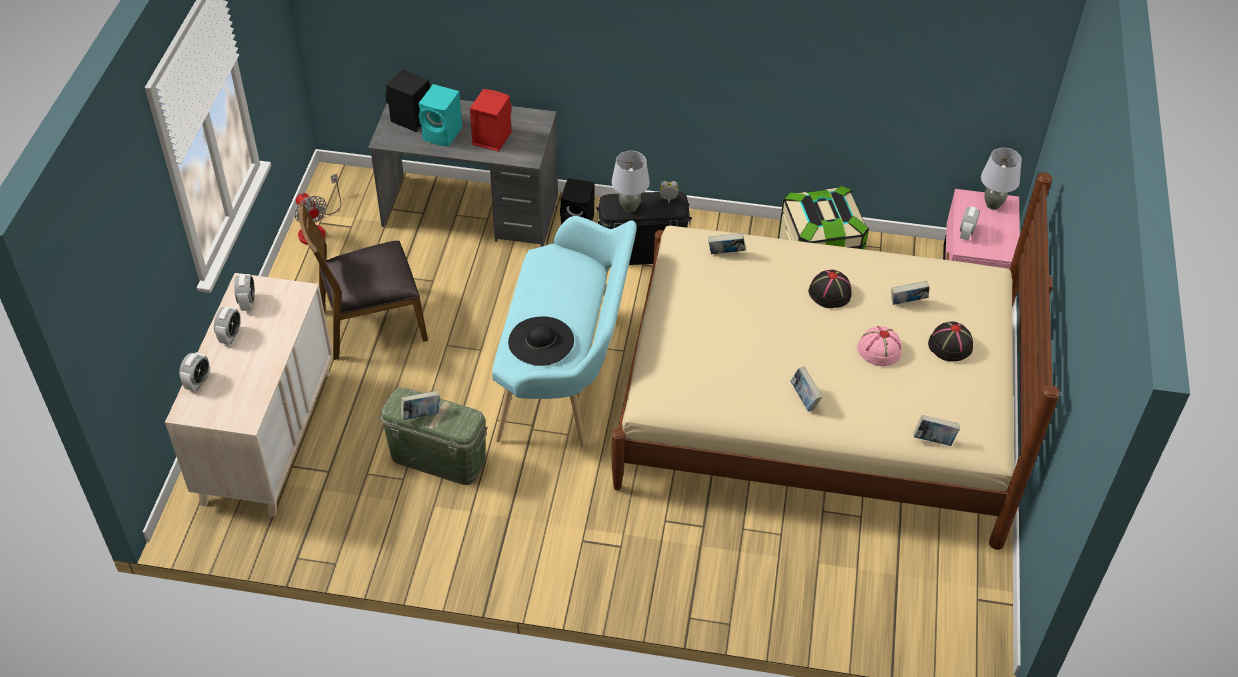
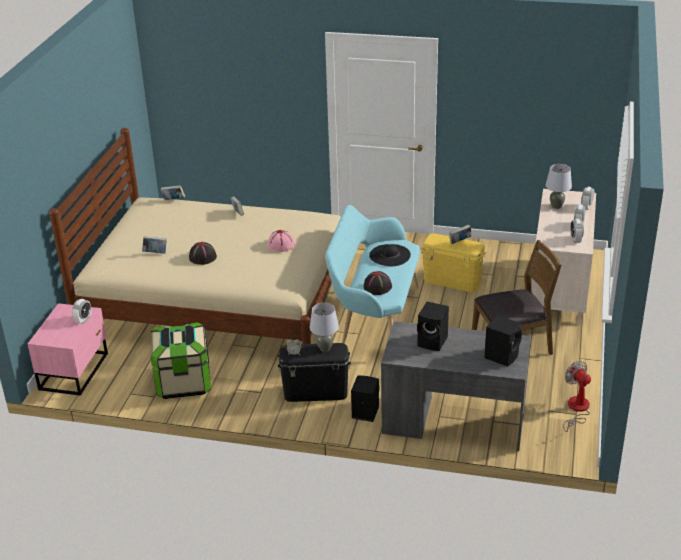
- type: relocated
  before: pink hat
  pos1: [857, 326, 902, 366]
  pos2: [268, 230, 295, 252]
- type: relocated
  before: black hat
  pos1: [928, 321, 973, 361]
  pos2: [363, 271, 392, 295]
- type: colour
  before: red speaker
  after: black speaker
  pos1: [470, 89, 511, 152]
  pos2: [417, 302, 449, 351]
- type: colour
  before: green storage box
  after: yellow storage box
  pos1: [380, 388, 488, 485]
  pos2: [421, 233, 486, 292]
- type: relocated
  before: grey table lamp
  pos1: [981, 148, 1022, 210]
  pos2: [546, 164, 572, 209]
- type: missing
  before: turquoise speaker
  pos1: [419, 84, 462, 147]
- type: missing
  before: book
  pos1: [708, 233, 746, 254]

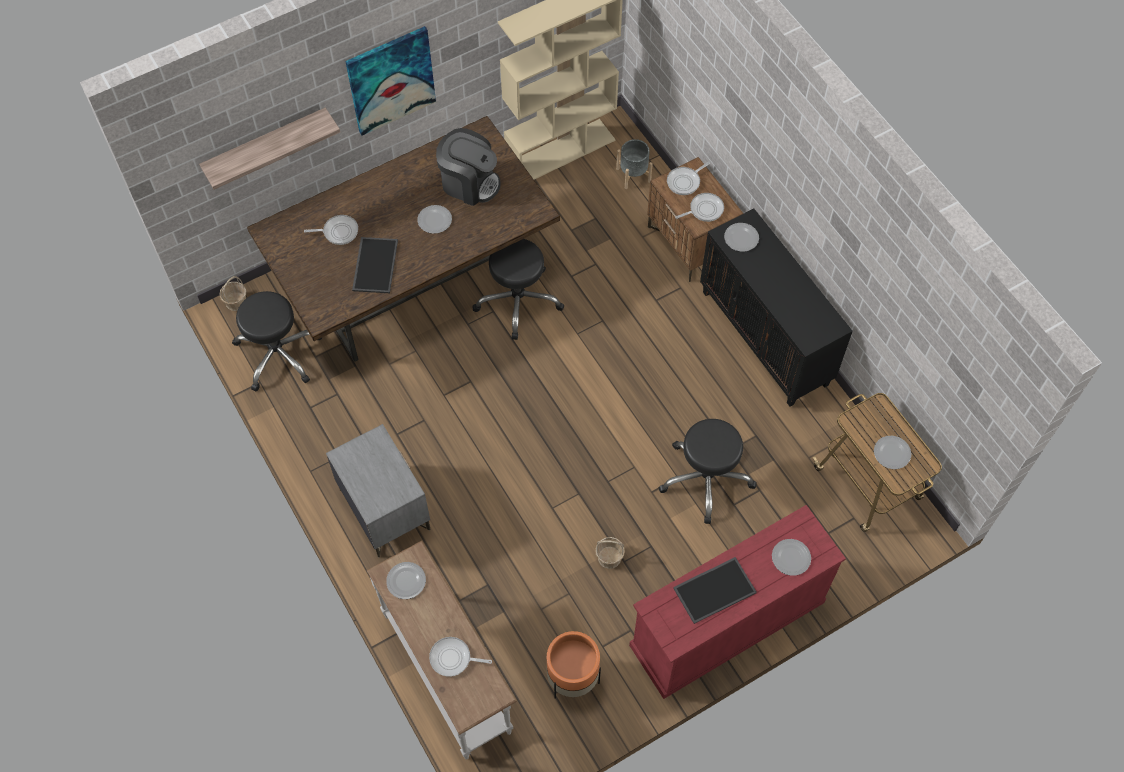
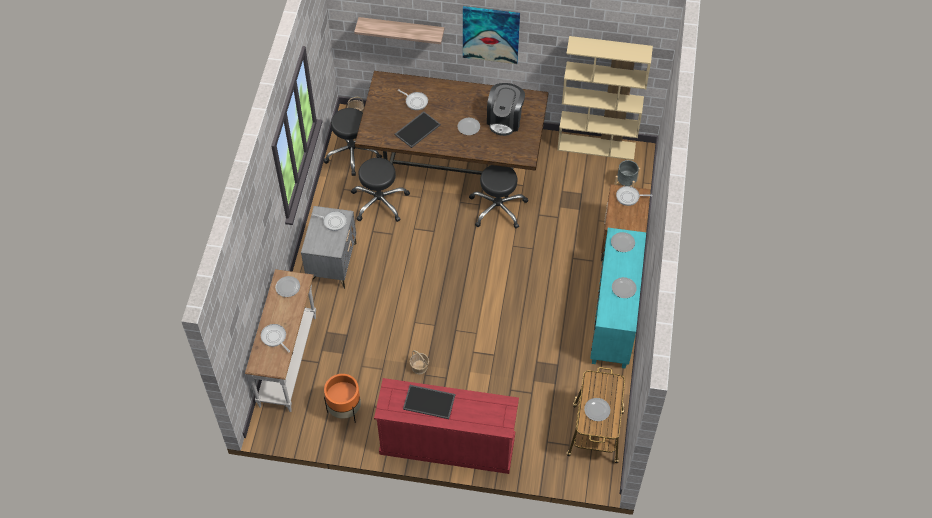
- type: relocated
  before: frying pan
  pos1: [675, 193, 724, 222]
  pos2: [312, 211, 347, 231]
- type: relocated
  before: black stool
  pos1: [659, 419, 757, 524]
  pos2: [351, 158, 410, 222]
- type: spun
  before: coffee machine
  pos1: [436, 128, 501, 206]
  pos2: [487, 83, 525, 136]
  turn: 45
- type: colour
  before: black cabinet
  after: turquoise cabinet
  pos1: [700, 208, 853, 407]
  pos2: [590, 228, 646, 368]
- type: relocated
  before: plate
  pos1: [772, 539, 811, 576]
  pos2: [612, 277, 637, 298]

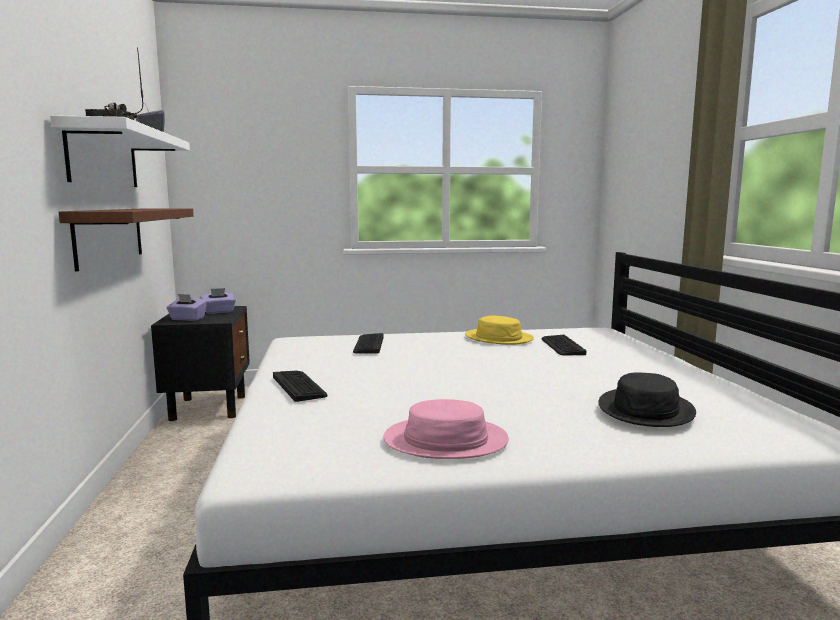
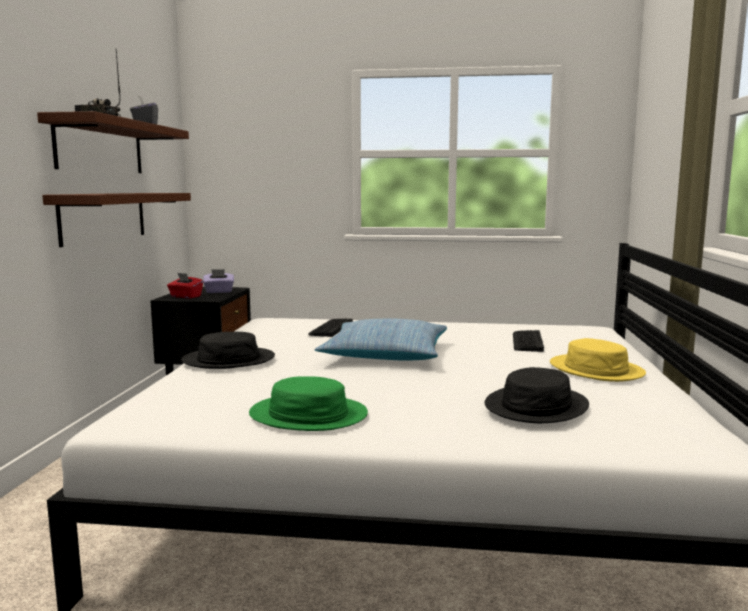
- type: colour
  before: white shelf
  after: brown shelf
  pos1: [50, 115, 190, 187]
  pos2: [37, 111, 189, 173]
- type: colour
  before: purple tissue box
  after: red tissue box
  pos1: [167, 294, 207, 321]
  pos2: [167, 273, 203, 298]
- type: exchanged
  before: keyboard
  after: black hat
  pos1: [273, 371, 327, 402]
  pos2: [181, 332, 275, 369]
- type: colour
  before: pink hat
  after: green hat
  pos1: [384, 399, 509, 459]
  pos2: [249, 376, 368, 431]
- type: appeared
  after: pillow
  pos2: [314, 319, 447, 361]
- type: relocated
  before: yellow hat
  pos1: [465, 316, 534, 345]
  pos2: [550, 338, 646, 382]

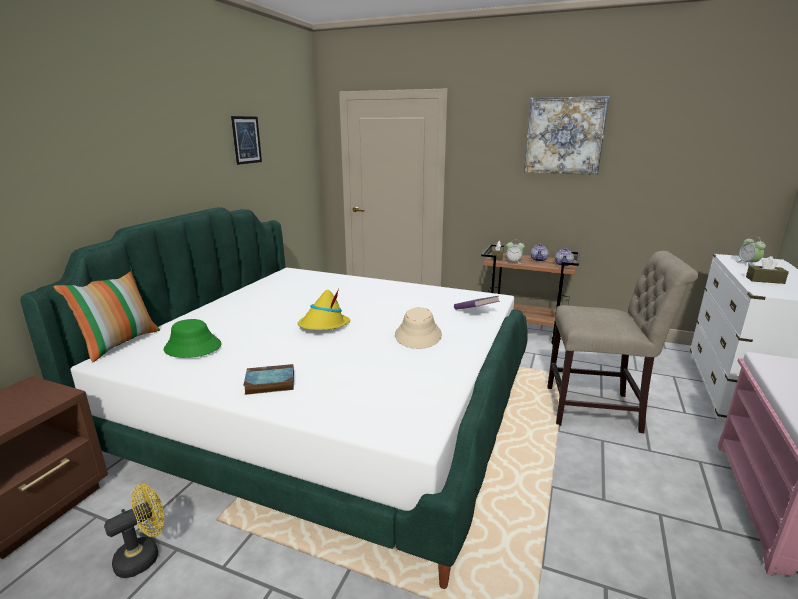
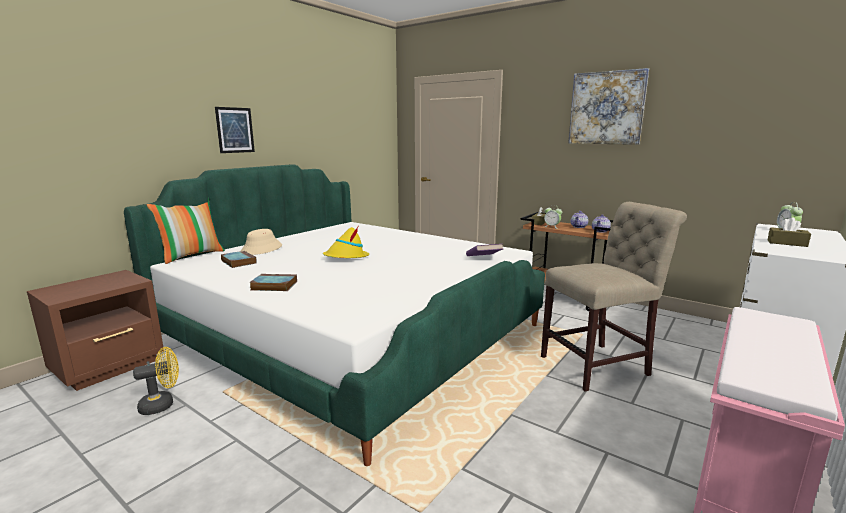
- type: relocated
  before: picture
  pos1: [231, 116, 262, 165]
  pos2: [215, 107, 255, 153]
- type: exchanged
  before: green hat
  after: book
  pos1: [164, 319, 221, 358]
  pos2: [221, 251, 257, 268]
- type: relocated
  before: beige hat
  pos1: [395, 307, 442, 349]
  pos2: [241, 229, 282, 255]
- type: spun
  before: beige chair
  pos1: [547, 251, 698, 433]
  pos2: [541, 202, 687, 392]
  turn: -45

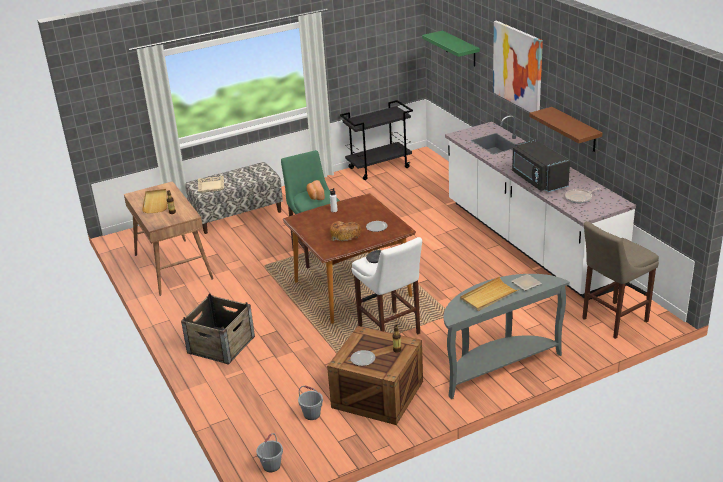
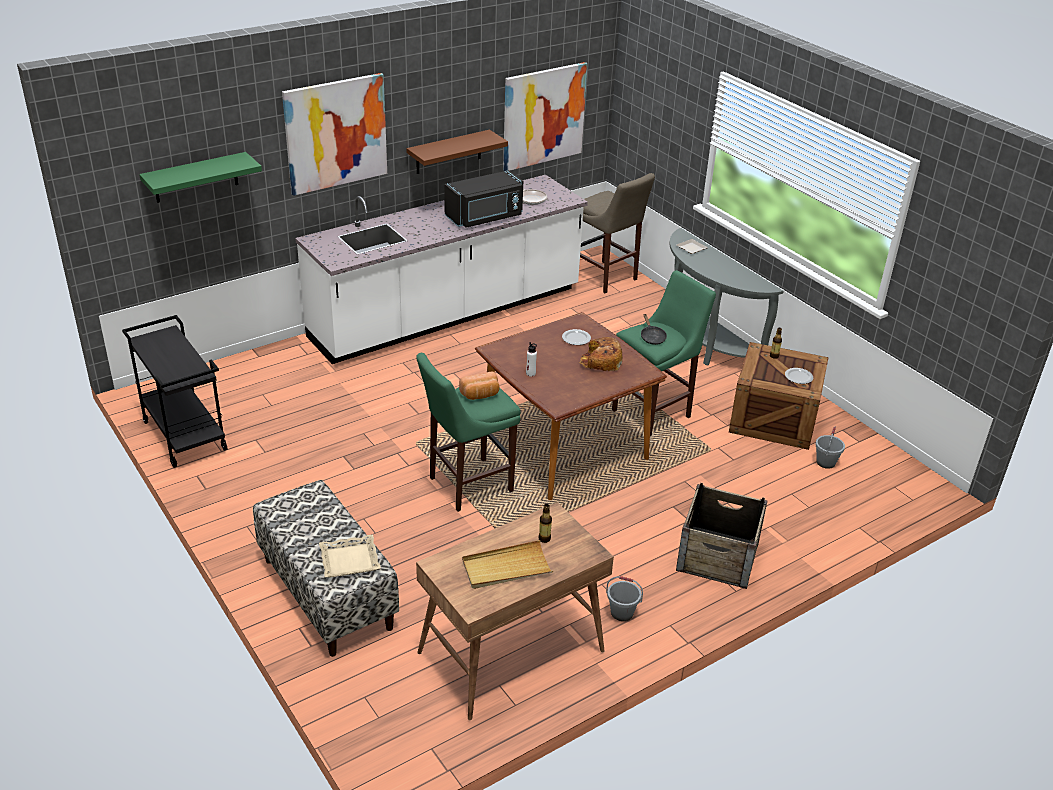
- type: appeared
  after: picture
  pos2: [503, 62, 588, 171]
- type: relocated
  before: grey bucket
  pos1: [256, 433, 283, 472]
  pos2: [606, 576, 643, 621]
- type: colour
  before: white stool
  after: green stool
  pos1: [352, 237, 422, 334]
  pos2: [612, 270, 716, 436]
- type: missing
  before: beige tray
  pos1: [460, 276, 520, 311]

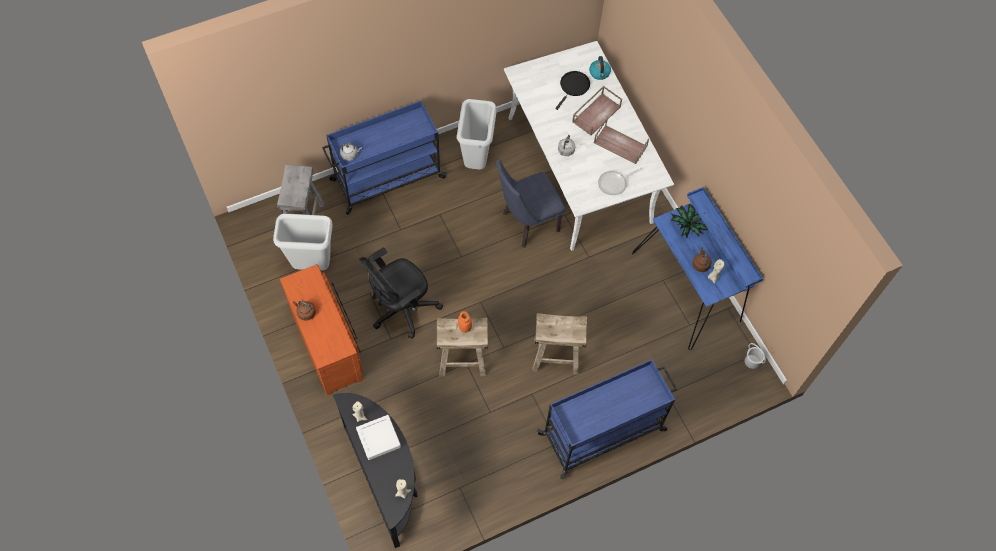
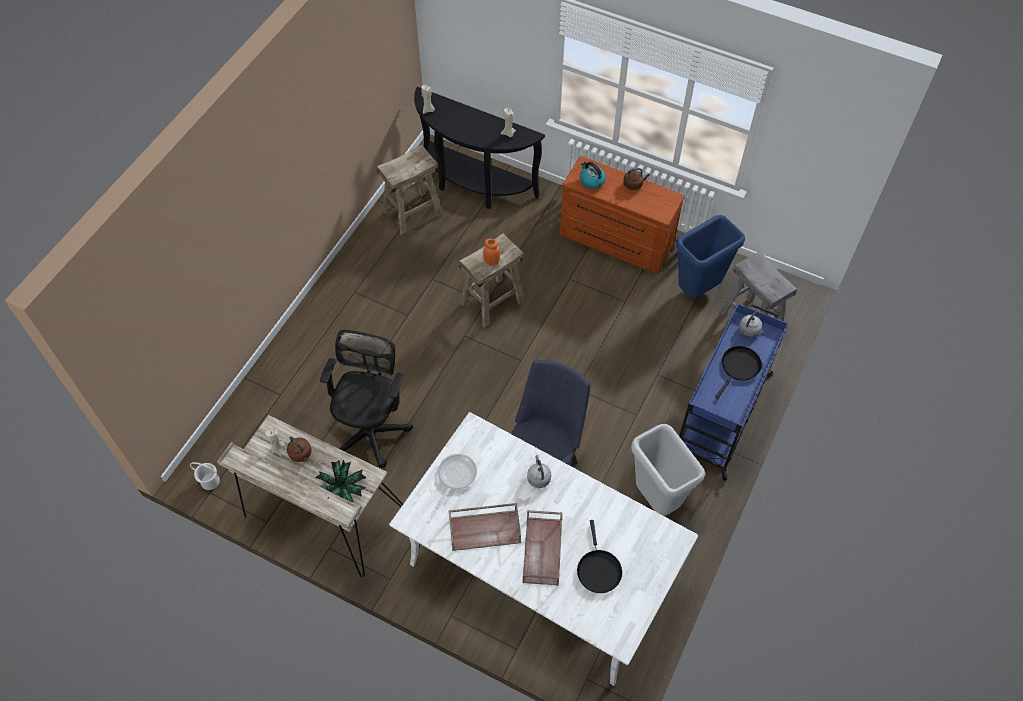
- type: colour
  before: blue desk
  after: beige desk
  pos1: [632, 187, 763, 350]
  pos2: [217, 415, 403, 577]
- type: relocated
  before: black office chair
  pos1: [359, 247, 443, 339]
  pos2: [320, 330, 413, 468]
- type: relocated
  before: beige stool
  pos1: [532, 313, 587, 375]
  pos2: [377, 144, 443, 236]
- type: relocated
  before: kettle
  pos1: [589, 56, 611, 80]
  pos2: [580, 161, 606, 189]
- type: colour
  before: grey trash can
  after: blue trash can
  pos1: [273, 214, 333, 271]
  pos2: [676, 215, 745, 298]
- type: appeared
  after: black frying pan
  pos2: [715, 346, 762, 399]
- type: missing
  before: white tray
  pos1: [356, 415, 401, 460]
- type: missing
  before: blue cart
  pos1: [537, 359, 678, 480]

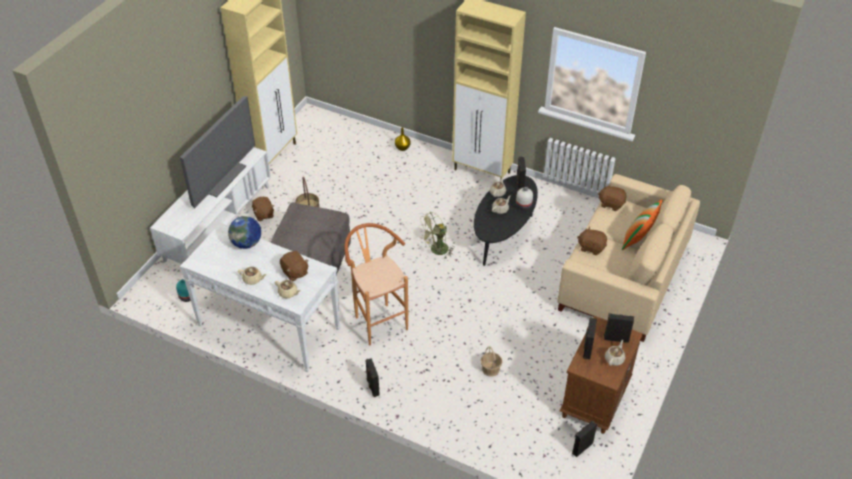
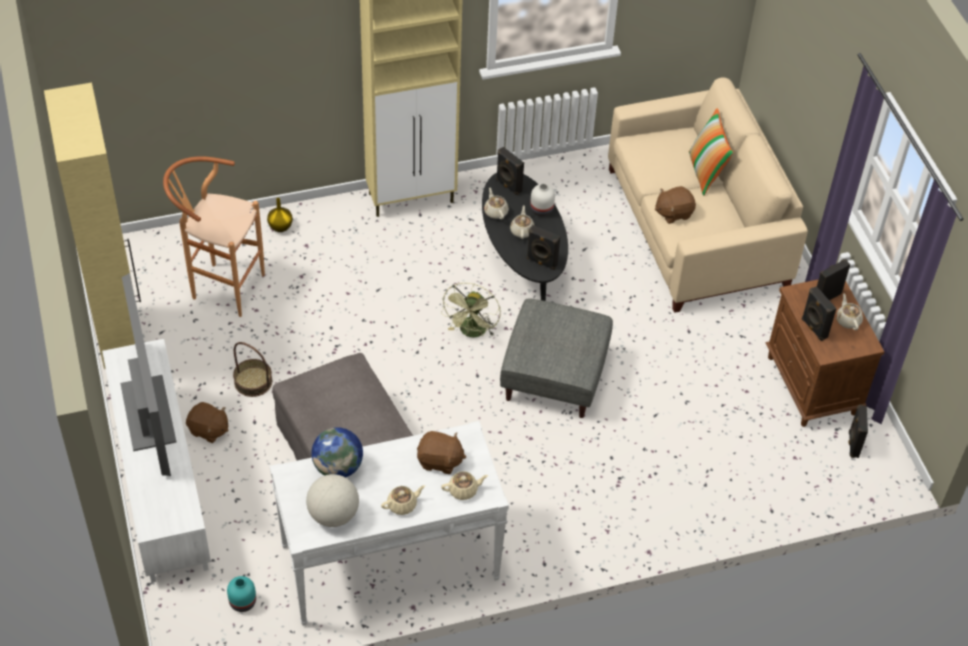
- type: relocated
  before: brown stool
  pos1: [344, 223, 408, 346]
  pos2: [163, 156, 265, 317]
- type: appeared
  after: globe
  pos2: [306, 474, 359, 527]
- type: appeared
  after: grey ottoman
  pos2: [500, 298, 613, 418]
- type: relocated
  before: black speaker
  pos1: [365, 358, 380, 397]
  pos2: [527, 225, 560, 270]
- type: missing
  before: basket
  pos1: [480, 346, 502, 377]
- type: missing
  before: brown plush toy
  pos1: [598, 184, 627, 211]

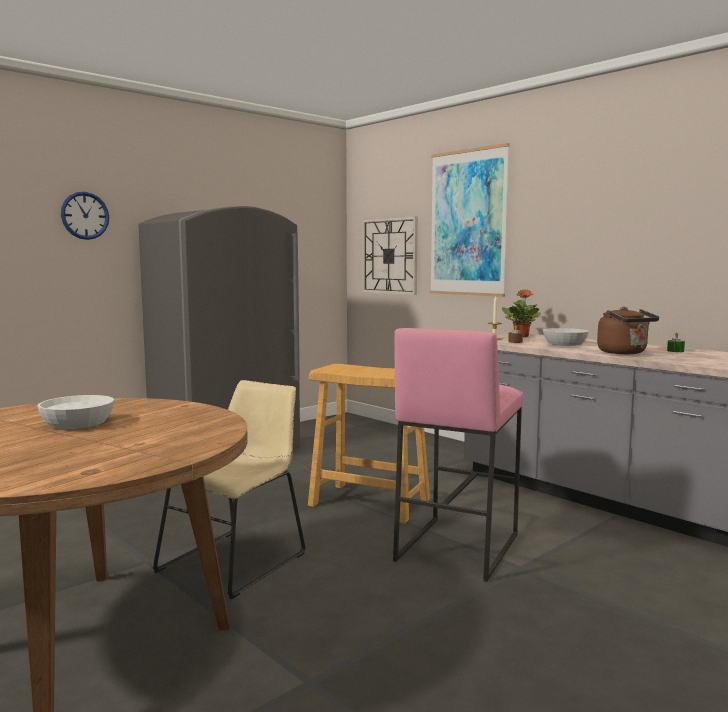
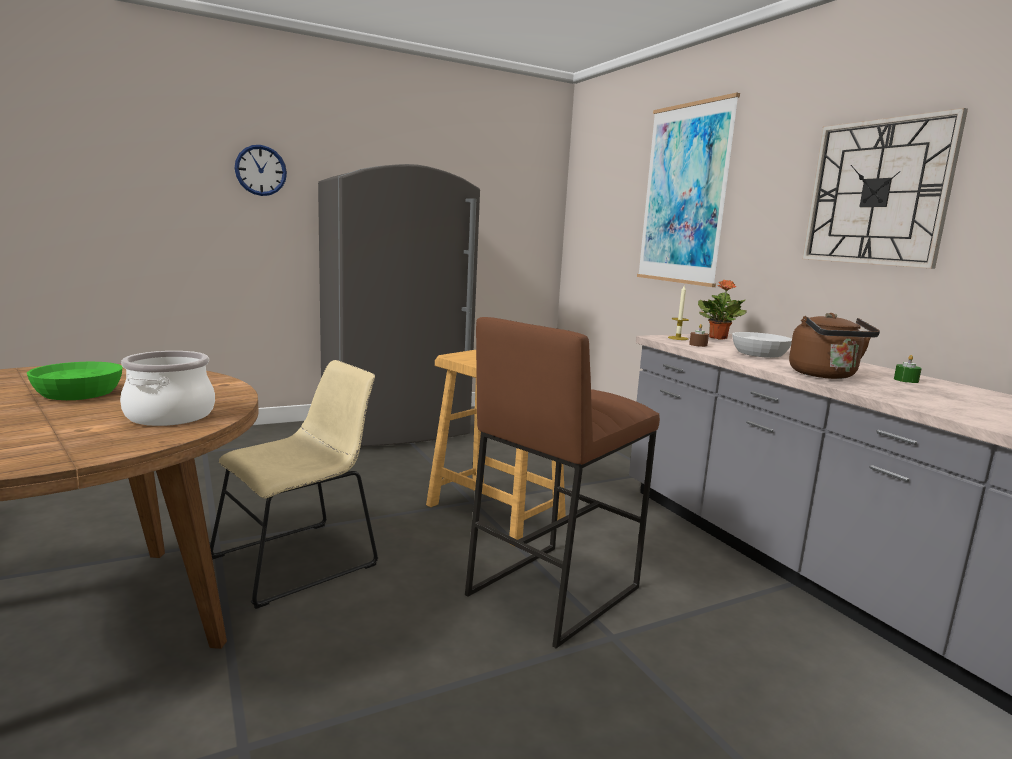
- type: colour
  before: white bowl
  after: green bowl
  pos1: [37, 395, 115, 429]
  pos2: [27, 362, 122, 400]
- type: appeared
  after: cooking pot
  pos2: [120, 351, 215, 426]
- type: colour
  before: pink stool
  after: brown stool
  pos1: [393, 328, 524, 582]
  pos2: [465, 317, 660, 648]
- type: relocated
  before: wall clock
  pos1: [362, 216, 418, 295]
  pos2: [802, 108, 968, 269]

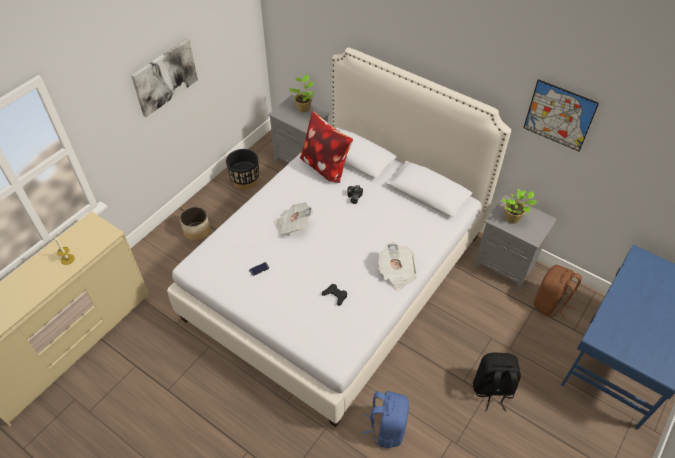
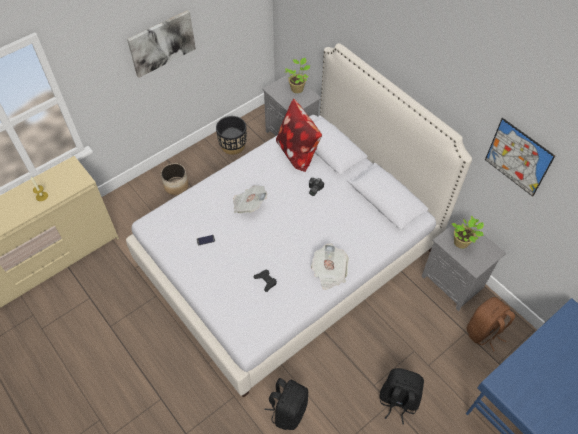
- type: colour
  before: blue backpack
  after: black backpack
  pos1: [362, 391, 409, 448]
  pos2: [264, 378, 308, 430]

